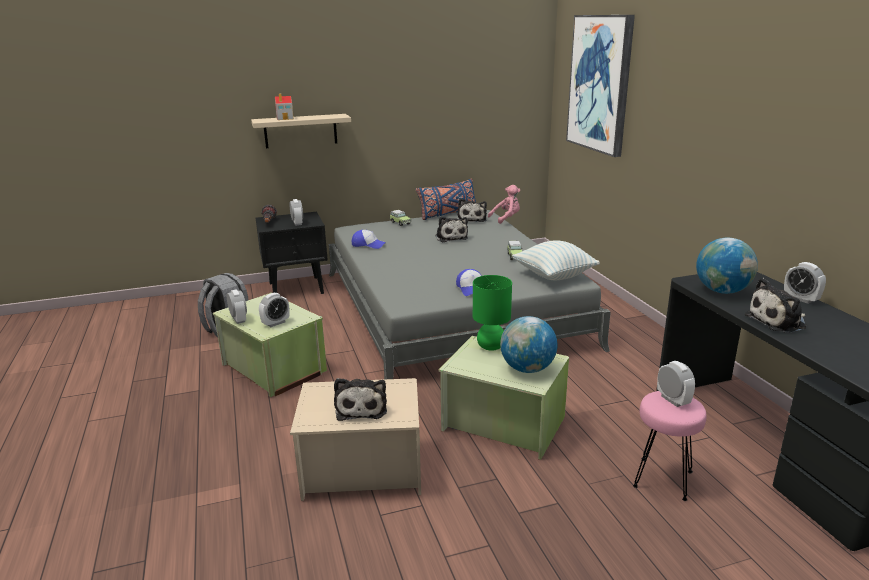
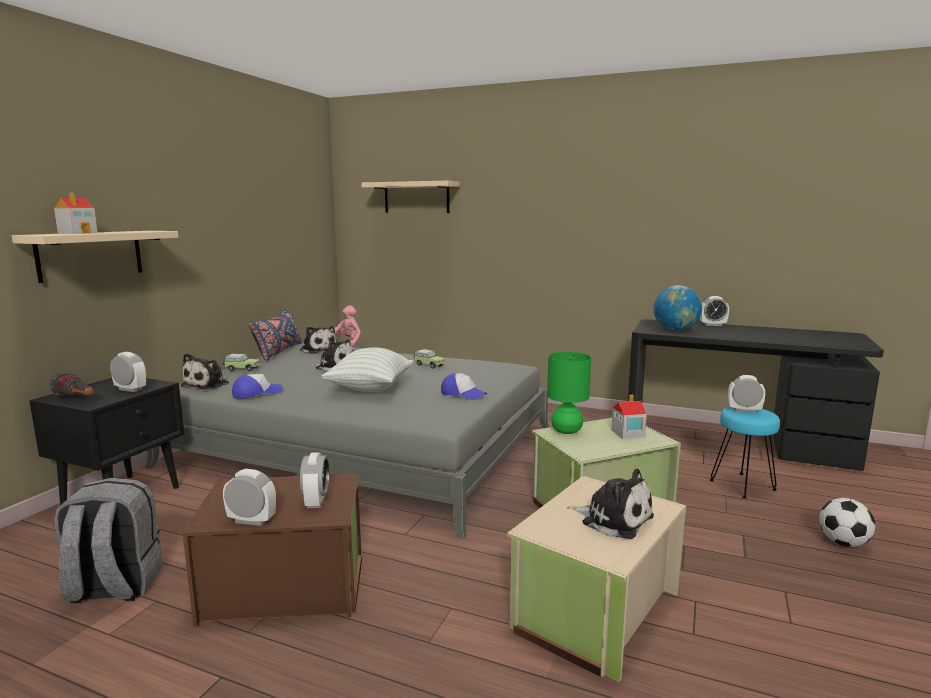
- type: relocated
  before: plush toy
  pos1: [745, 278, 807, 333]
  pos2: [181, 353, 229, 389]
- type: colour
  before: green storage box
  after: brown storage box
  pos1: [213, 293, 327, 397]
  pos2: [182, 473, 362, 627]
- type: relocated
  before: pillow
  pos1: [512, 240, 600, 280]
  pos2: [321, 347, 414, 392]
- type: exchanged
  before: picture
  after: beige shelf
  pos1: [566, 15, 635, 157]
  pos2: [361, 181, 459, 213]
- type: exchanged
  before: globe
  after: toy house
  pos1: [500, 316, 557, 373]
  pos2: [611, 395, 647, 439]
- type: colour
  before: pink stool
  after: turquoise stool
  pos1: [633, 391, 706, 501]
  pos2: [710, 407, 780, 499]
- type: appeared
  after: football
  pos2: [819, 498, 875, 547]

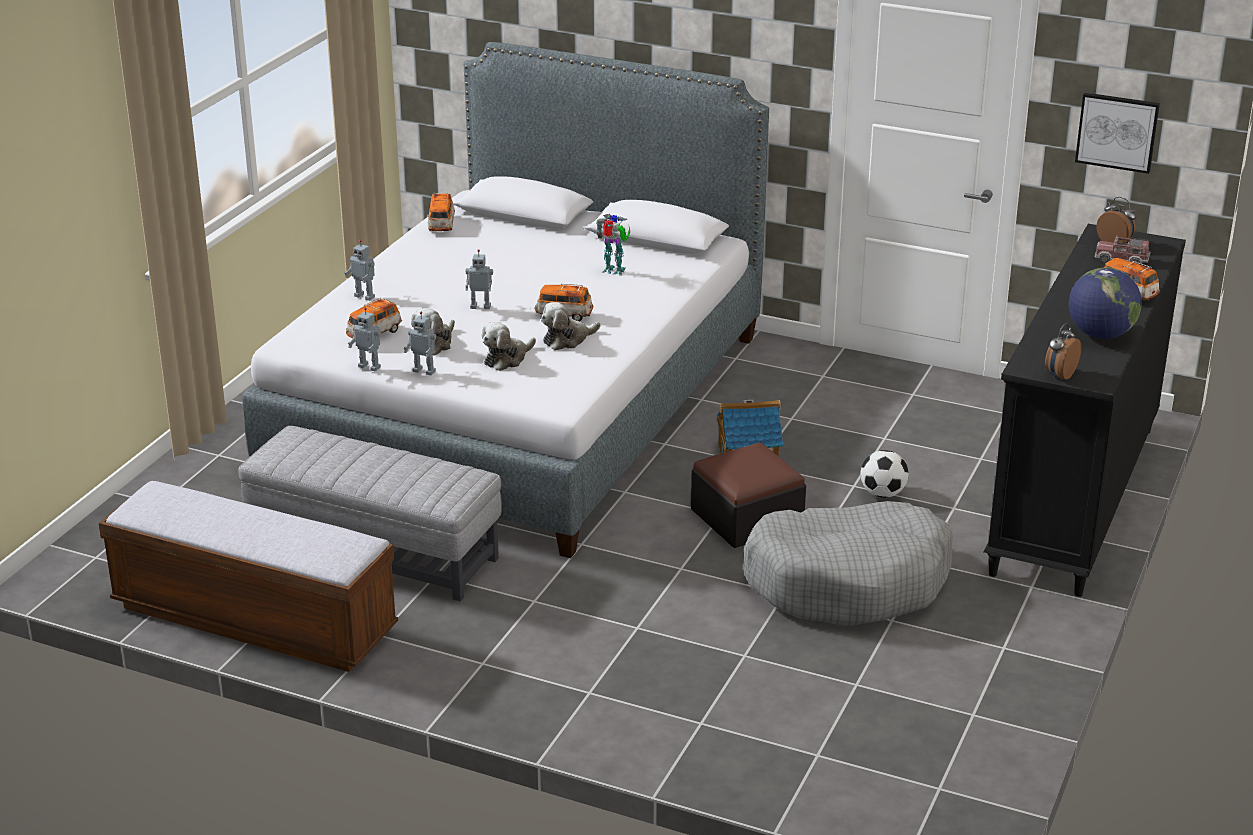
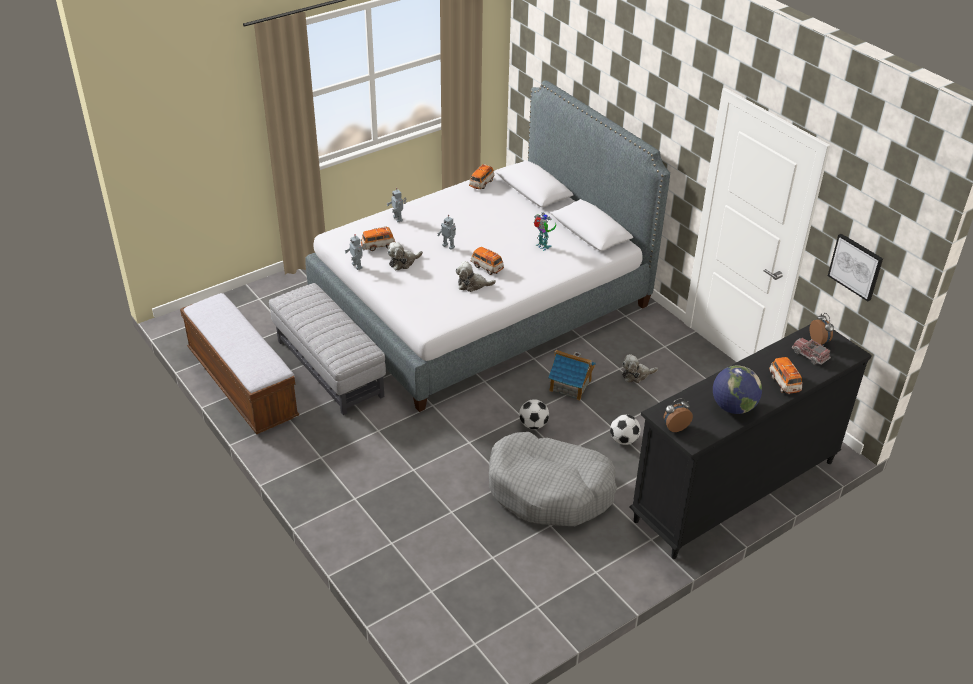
- type: exchanged
  before: ottoman
  after: football
  pos1: [691, 442, 806, 548]
  pos2: [519, 399, 549, 429]
- type: relocated
  before: plush toy
  pos1: [482, 322, 536, 371]
  pos2: [622, 354, 658, 383]
- type: missing
  before: toy robot
  pos1: [404, 312, 436, 375]

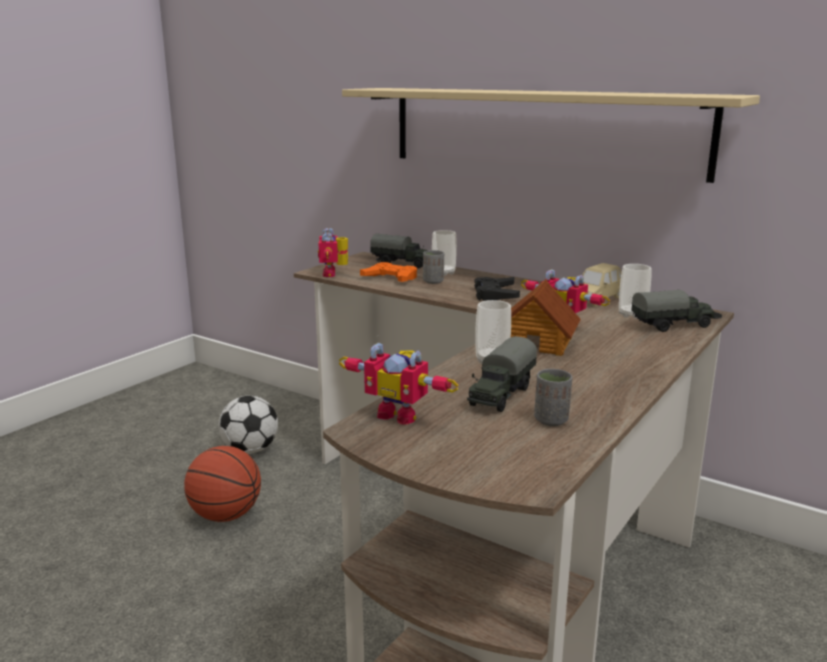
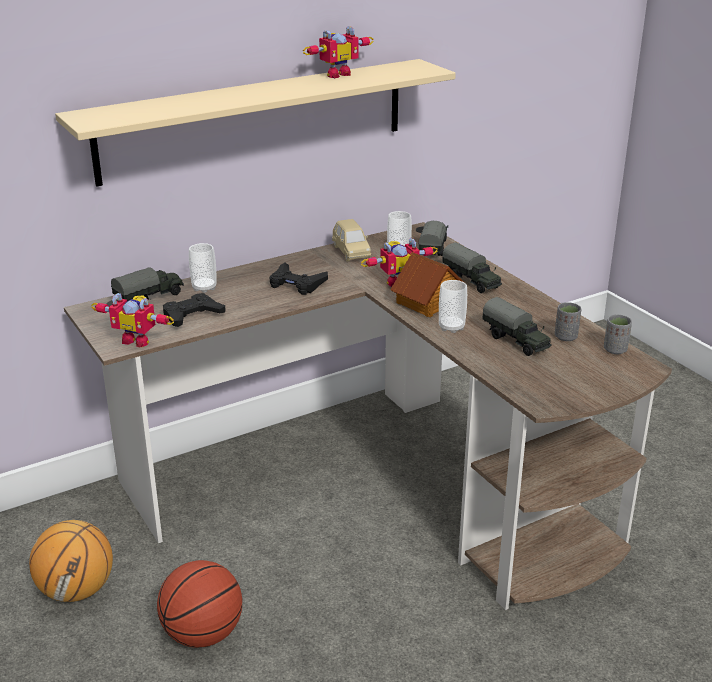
- type: exchanged
  before: football
  after: basketball
  pos1: [218, 395, 278, 454]
  pos2: [29, 520, 113, 602]
- type: colour
  before: orange game controller
  after: black game controller
  pos1: [360, 262, 417, 282]
  pos2: [163, 293, 225, 327]
- type: relocated
  before: toy robot
  pos1: [339, 343, 458, 425]
  pos2: [303, 26, 374, 78]
- type: appeared
  after: toy truck
  pos2: [442, 242, 502, 293]
- type: relocated
  before: grey cup
  pos1: [423, 250, 444, 284]
  pos2: [604, 315, 632, 354]

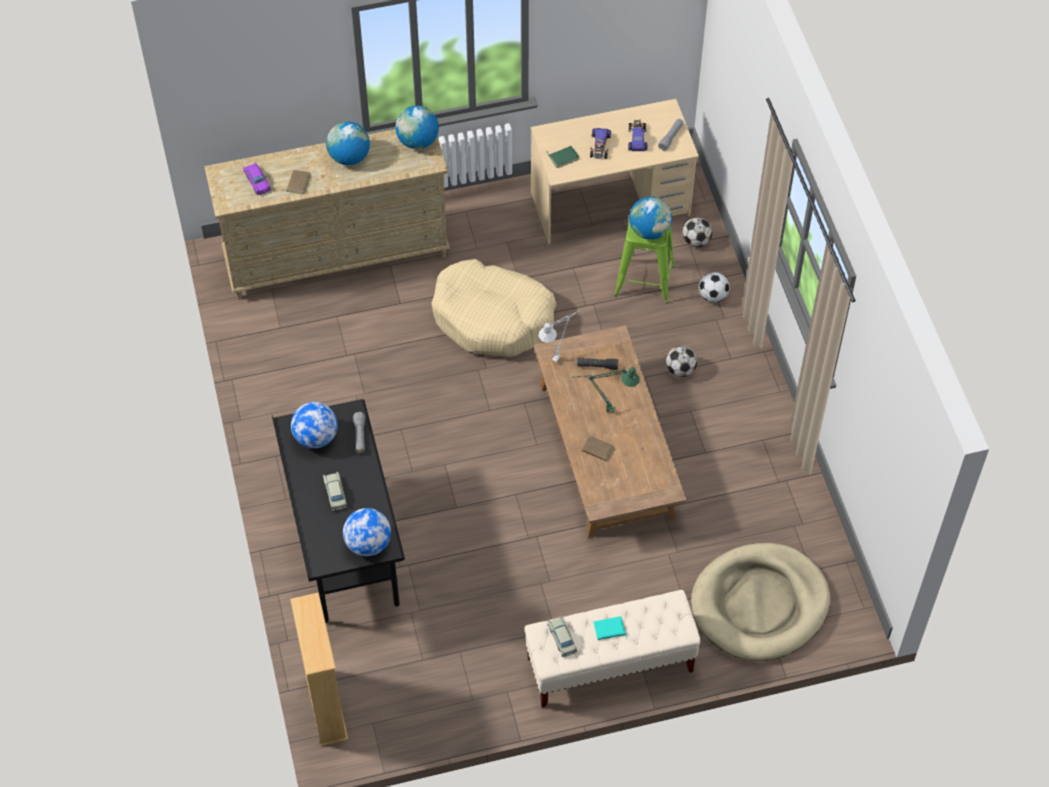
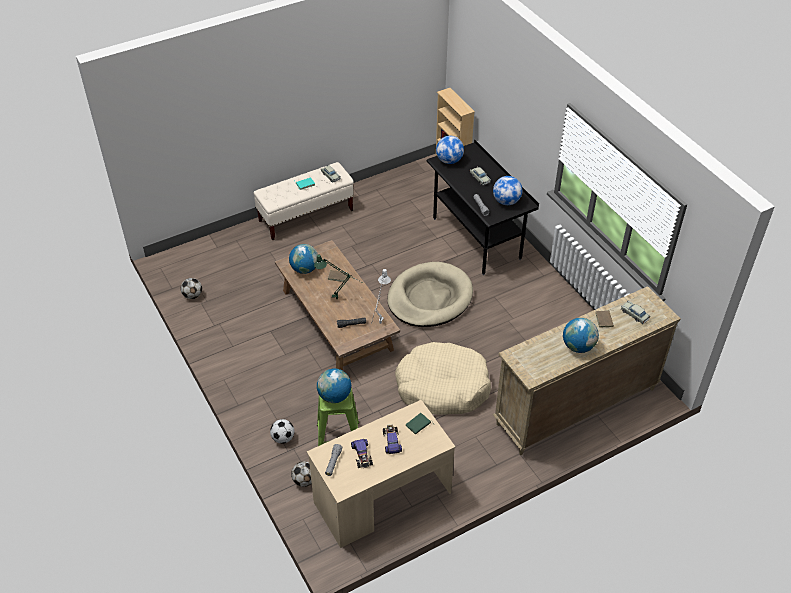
- type: relocated
  before: football
  pos1: [666, 346, 697, 377]
  pos2: [181, 278, 202, 299]
- type: relocated
  before: globe
  pos1: [395, 106, 439, 149]
  pos2: [289, 244, 318, 274]
- type: relocated
  before: beige dog bed
  pos1: [691, 543, 830, 661]
  pos2: [387, 262, 473, 327]
- type: colour
  before: purple toy car
  after: beige toy car
  pos1: [243, 162, 271, 195]
  pos2: [621, 301, 650, 324]

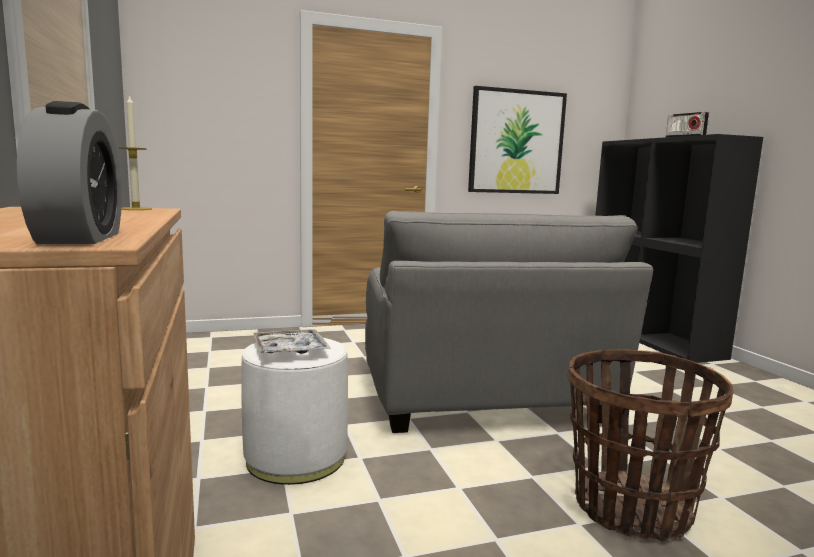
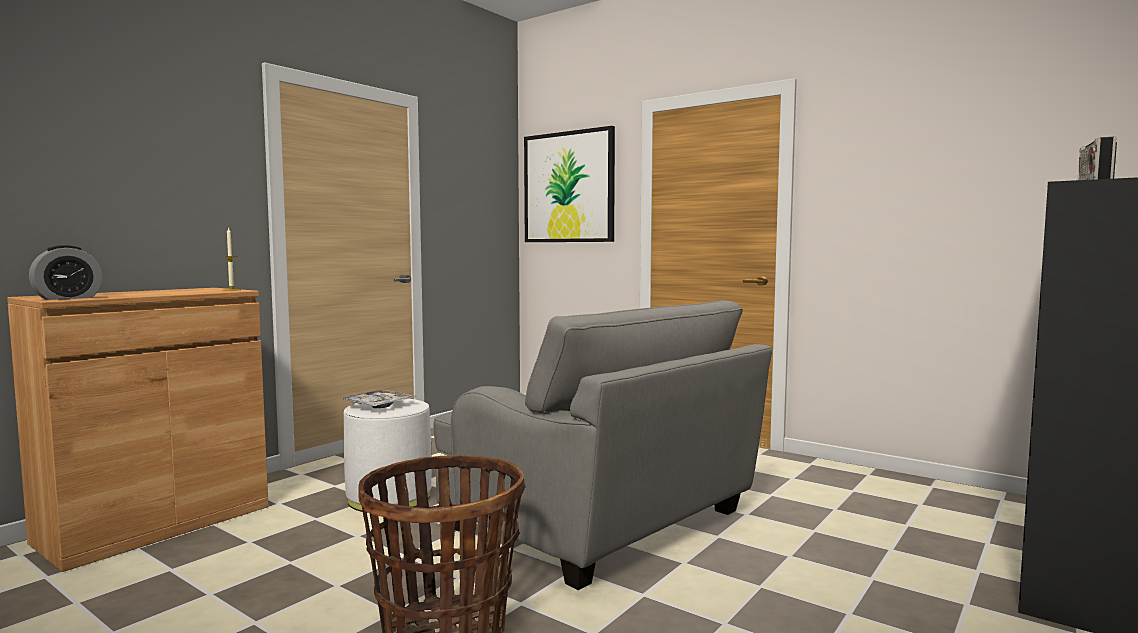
- type: spun
  before: grey armchair
  pos1: [365, 211, 653, 433]
  pos2: [433, 300, 772, 590]
  turn: -90
- type: relocated
  before: picture
  pos1: [468, 86, 567, 194]
  pos2: [524, 126, 615, 242]

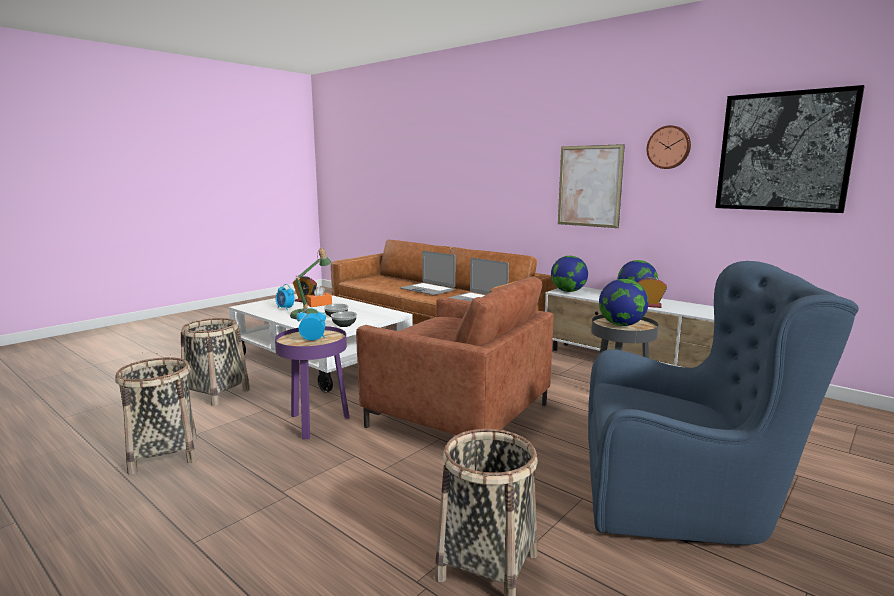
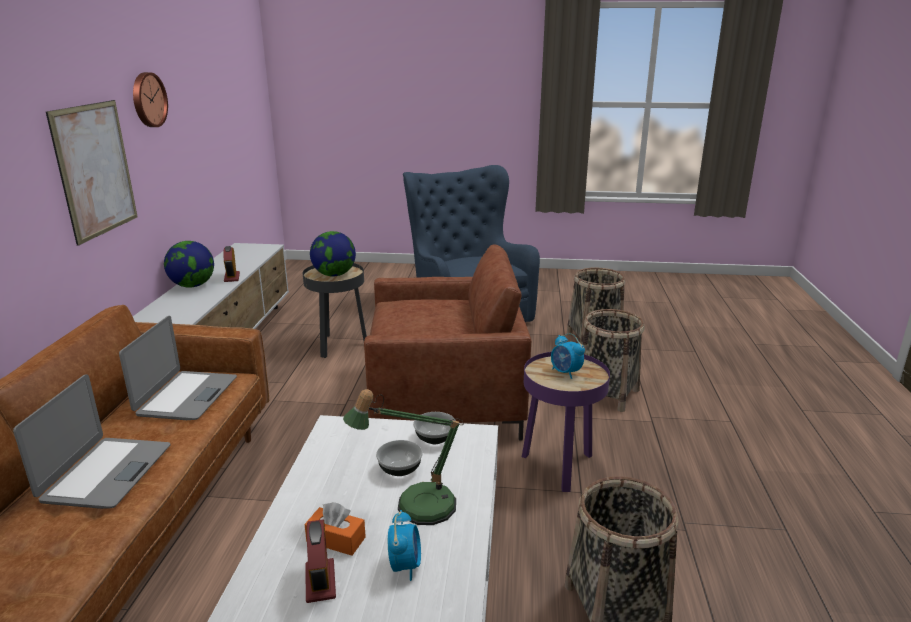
- type: spun
  before: brown armchair
  pos1: [356, 277, 554, 435]
  pos2: [364, 244, 531, 441]
  turn: 90
- type: relocated
  before: basket
  pos1: [115, 357, 197, 475]
  pos2: [582, 309, 645, 412]
- type: missing
  before: globe
  pos1: [551, 256, 588, 292]
- type: missing
  before: picture
  pos1: [715, 85, 865, 213]

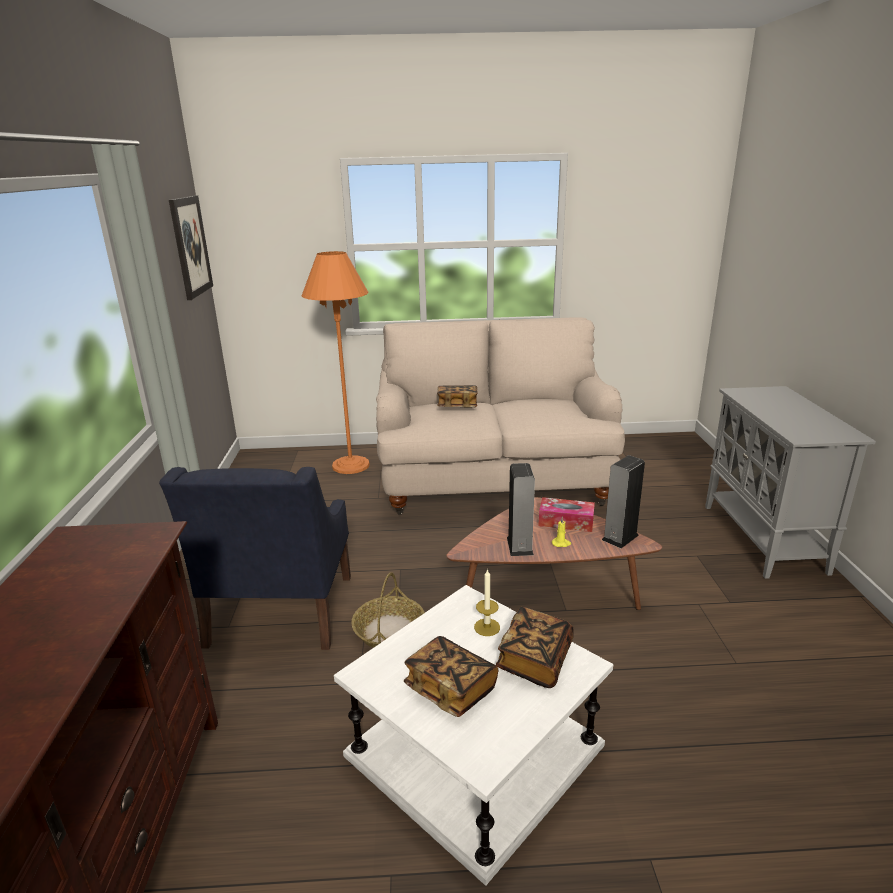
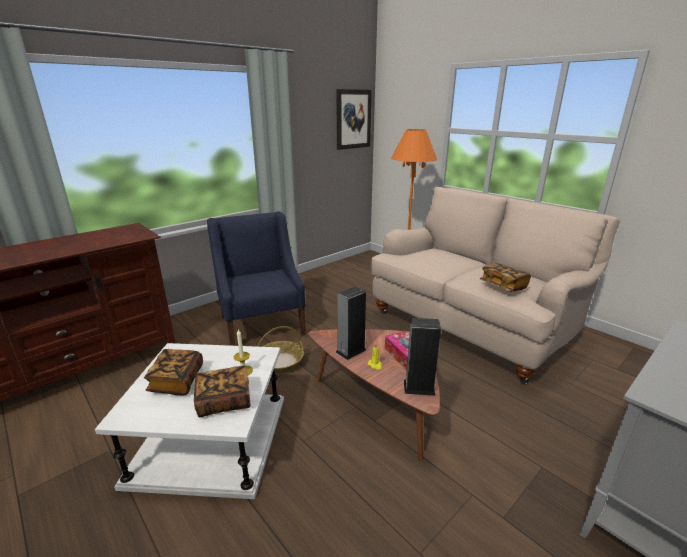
- type: spun
  before: blue armchair
  pos1: [159, 467, 351, 650]
  pos2: [207, 211, 306, 346]
  turn: 105
- type: relocated
  before: book
  pos1: [437, 385, 478, 407]
  pos2: [480, 263, 531, 292]

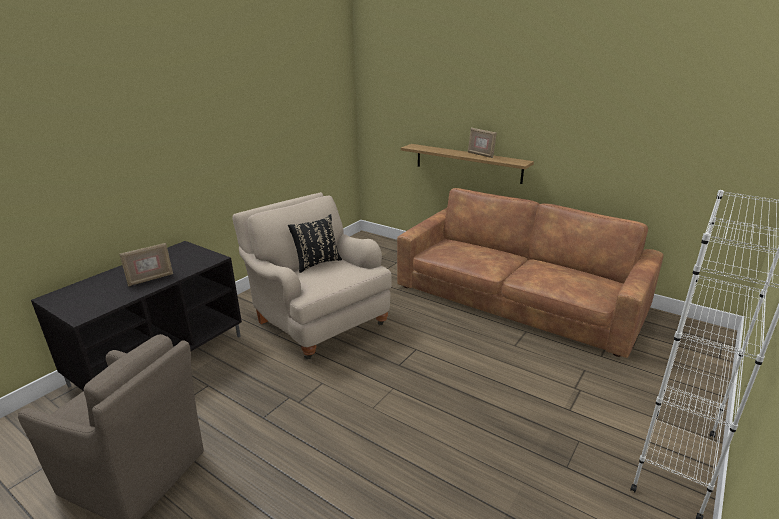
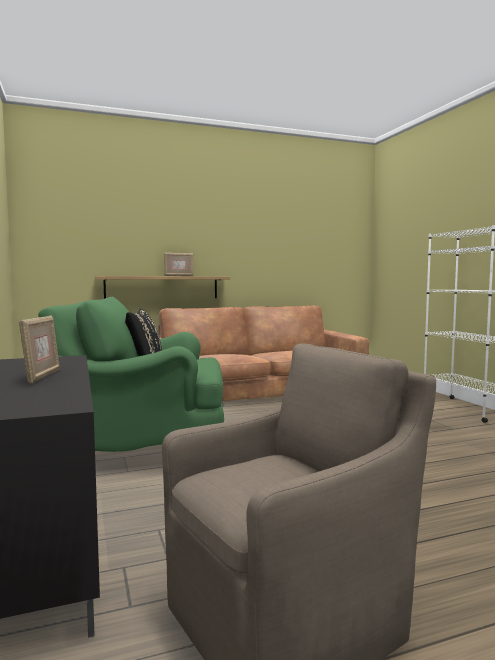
- type: colour
  before: beige armchair
  after: green armchair
  pos1: [232, 192, 392, 360]
  pos2: [38, 297, 224, 452]

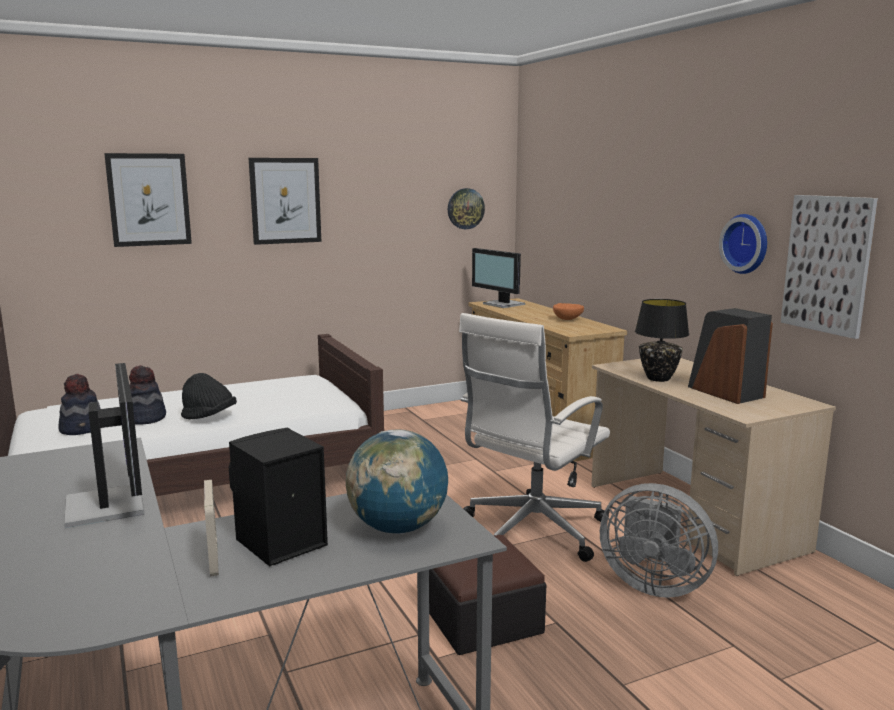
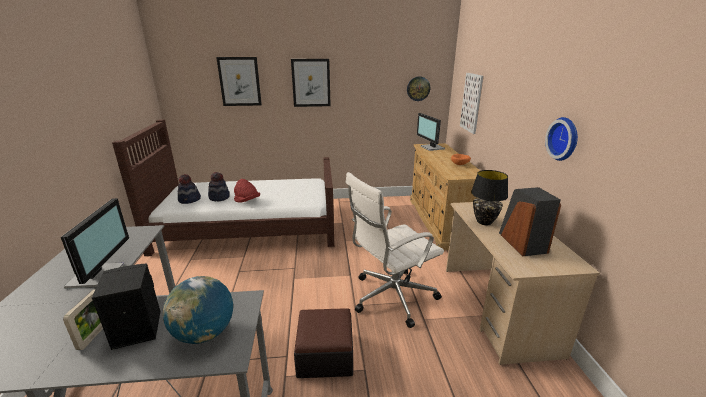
- type: colour
  before: black hat
  after: red hat
  pos1: [181, 373, 237, 419]
  pos2: [234, 179, 260, 203]
- type: relocated
  before: picture
  pos1: [781, 195, 878, 339]
  pos2: [460, 73, 484, 134]
- type: missing
  before: grey fan
  pos1: [600, 483, 718, 598]

